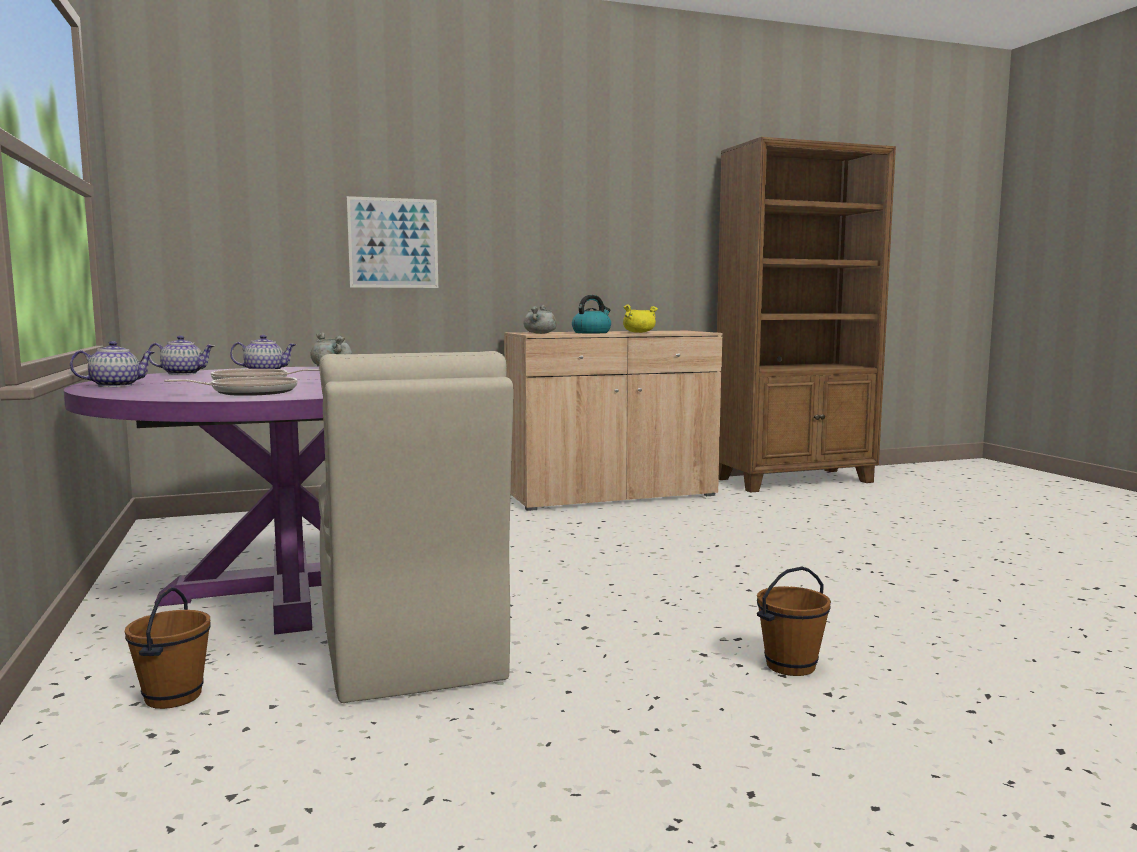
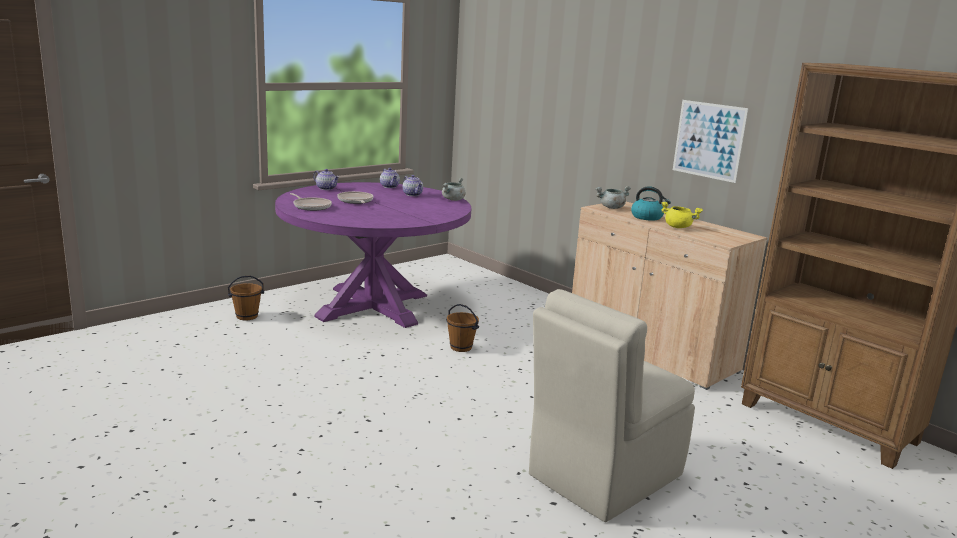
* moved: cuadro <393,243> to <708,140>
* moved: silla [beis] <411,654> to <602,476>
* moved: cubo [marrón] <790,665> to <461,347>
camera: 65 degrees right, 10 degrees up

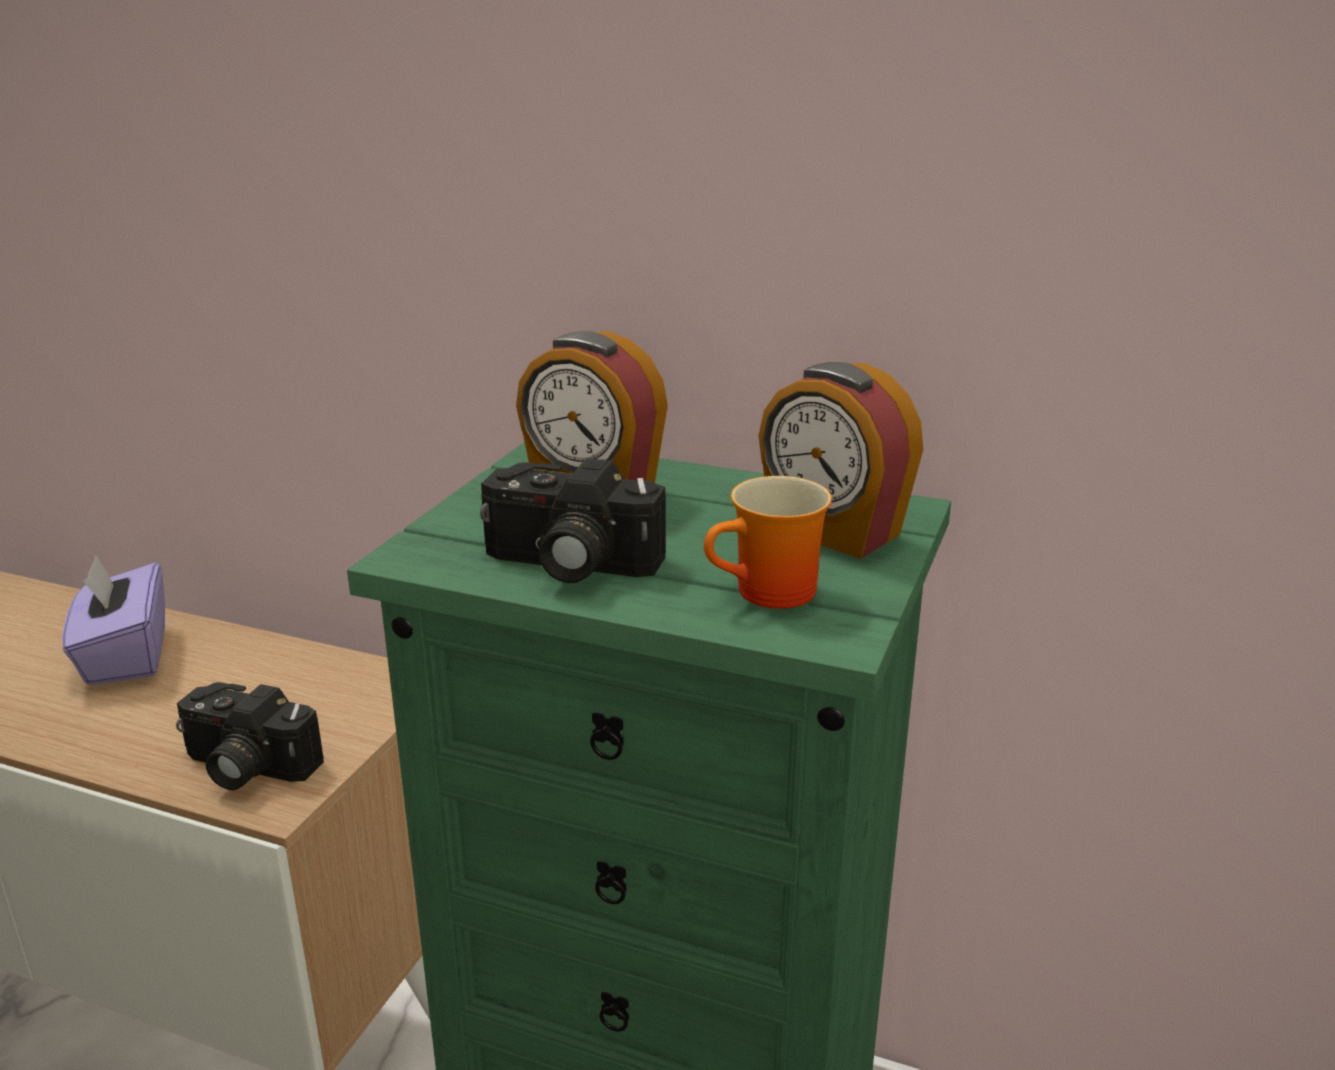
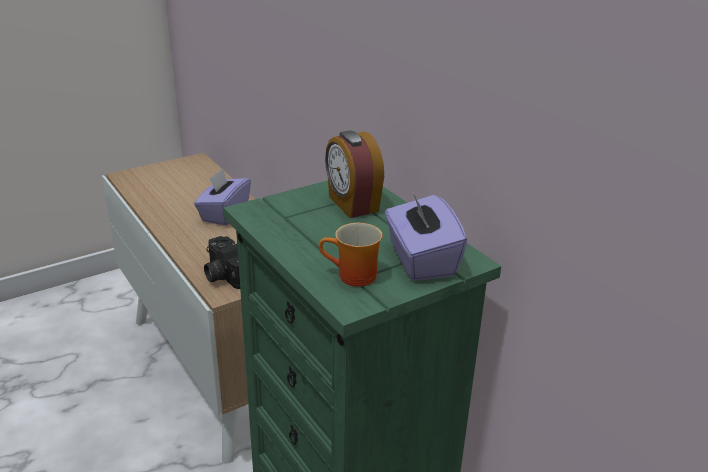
* replaced: despertador <832,532> to caja de pañuelos [morado] <420,260>
* removed: cámara <567,565>
camera: 35 degrees right, 5 degrees up

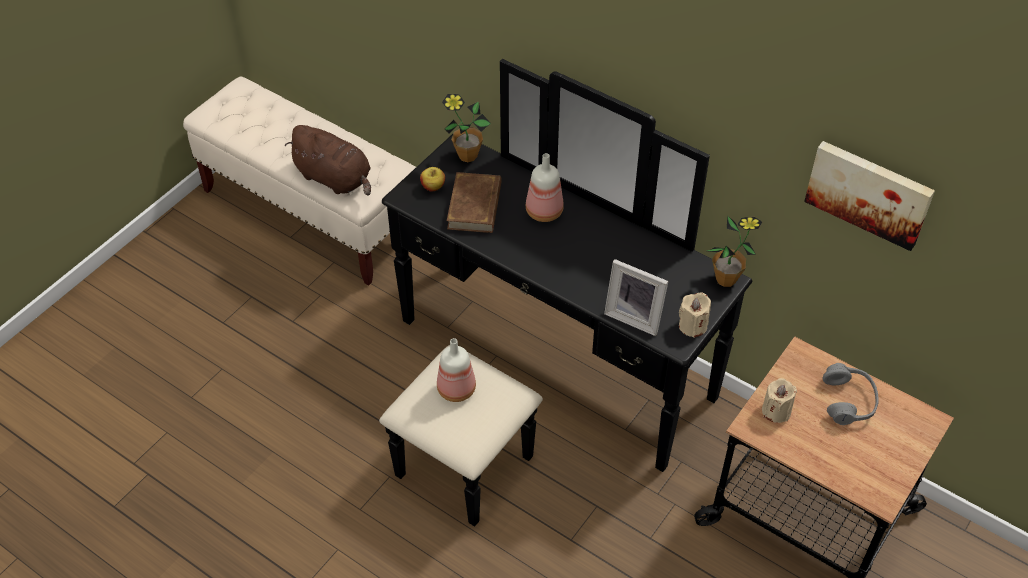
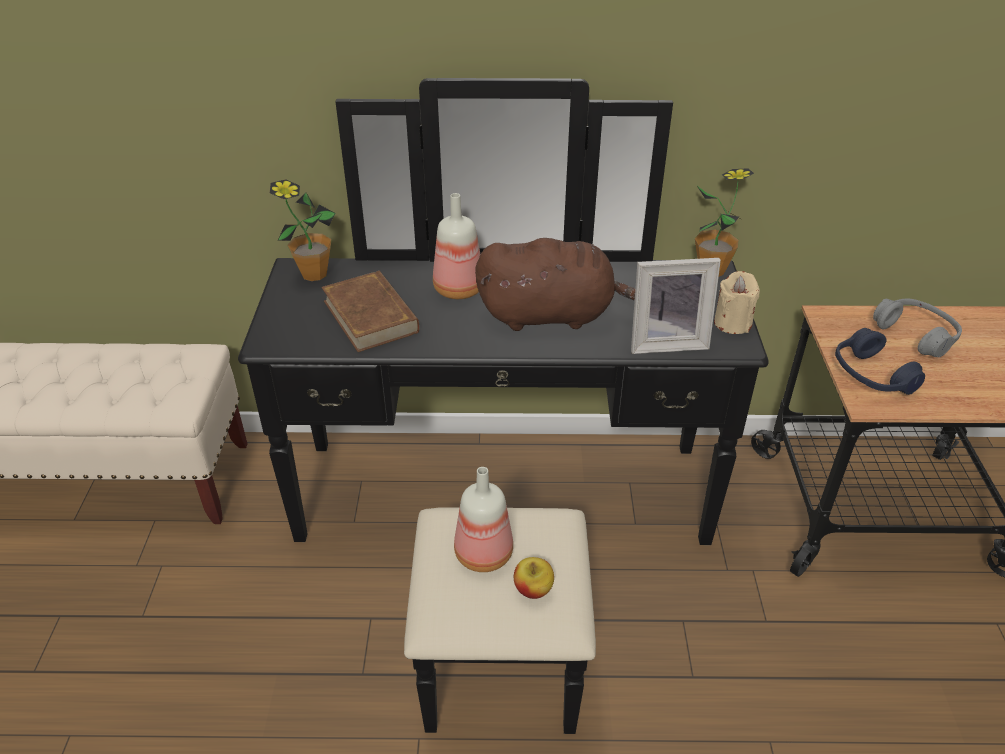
* moved: peluche [marrón] <335,179> to <551,315>
* removed: cuadro <869,192>
* moved: manzana <433,187> to <533,589>
* replaced: vela [beis] <776,411> to auriculares [azul] <871,376>
camera: 35 degrees left, 10 degrees down

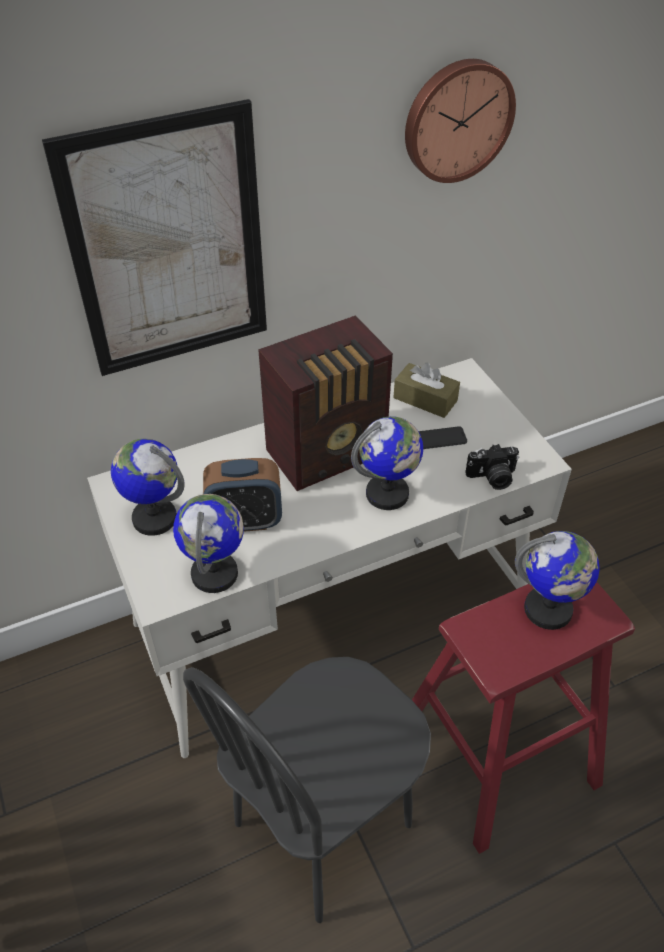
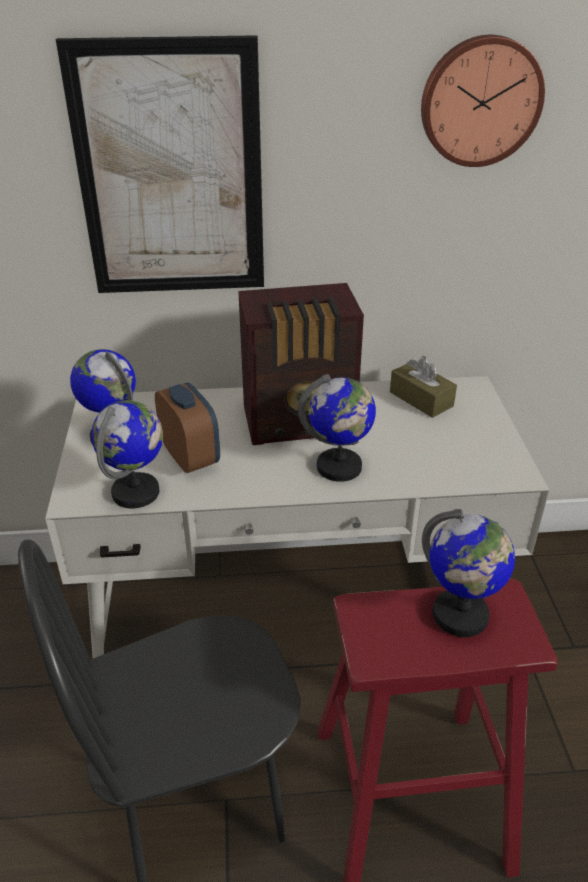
* removed: móvil <441,438>
* removed: cámara <492,478>
* turned: despertador <245,521> = <190,457> 135 degrees counterclockwise
camera: 20 degrees right, 10 degrees down

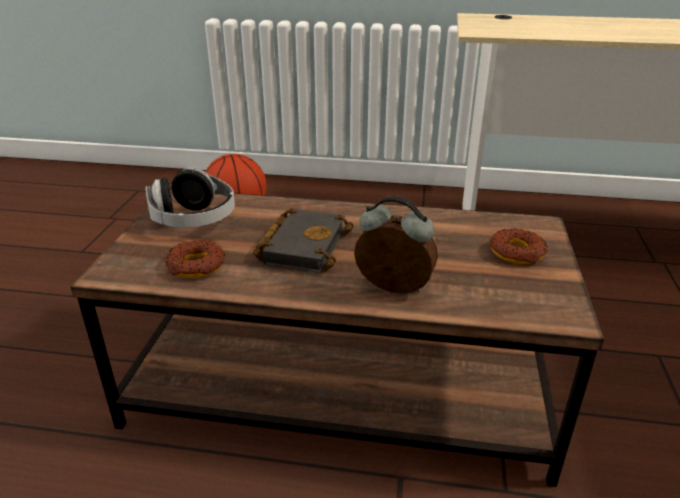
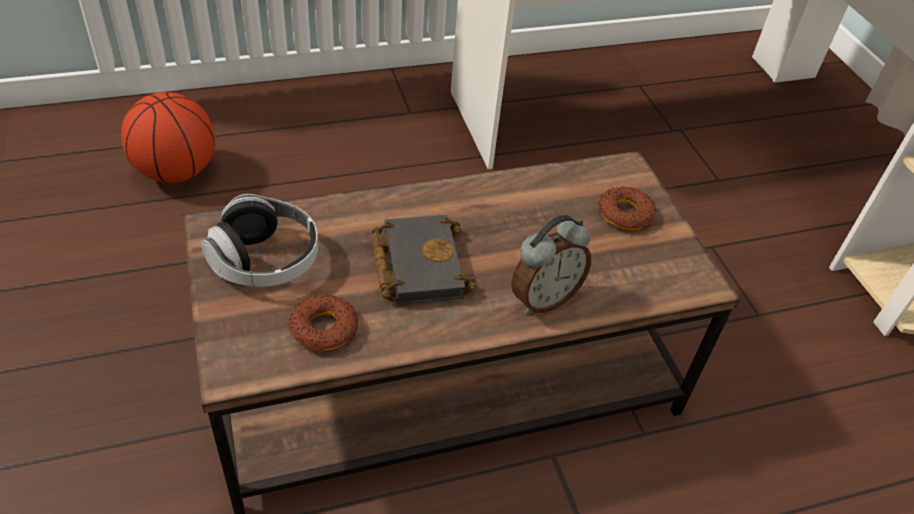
* turned: despertador <392,290> = <543,298> 150 degrees clockwise
camera: 30 degrees left, 15 degrees up

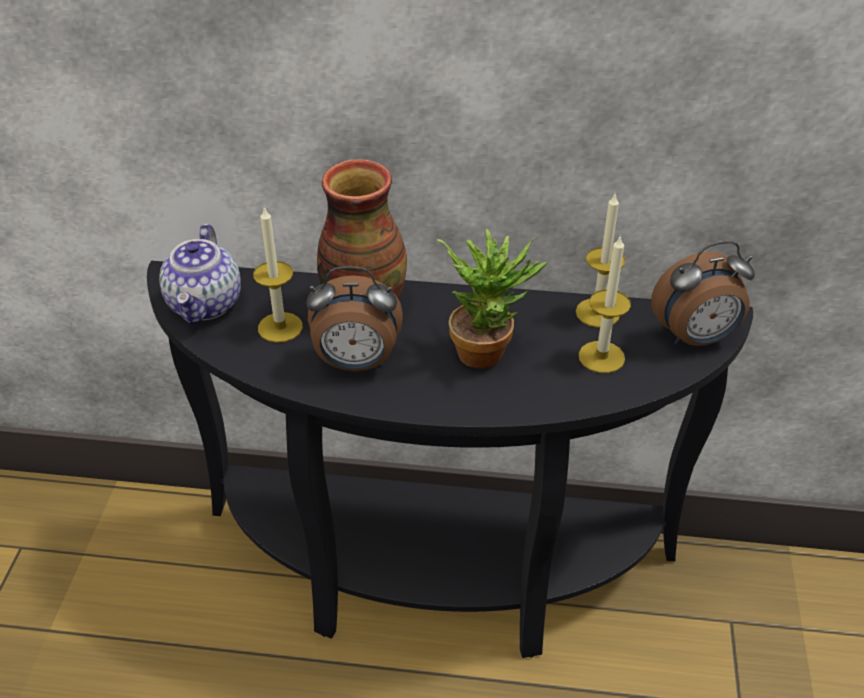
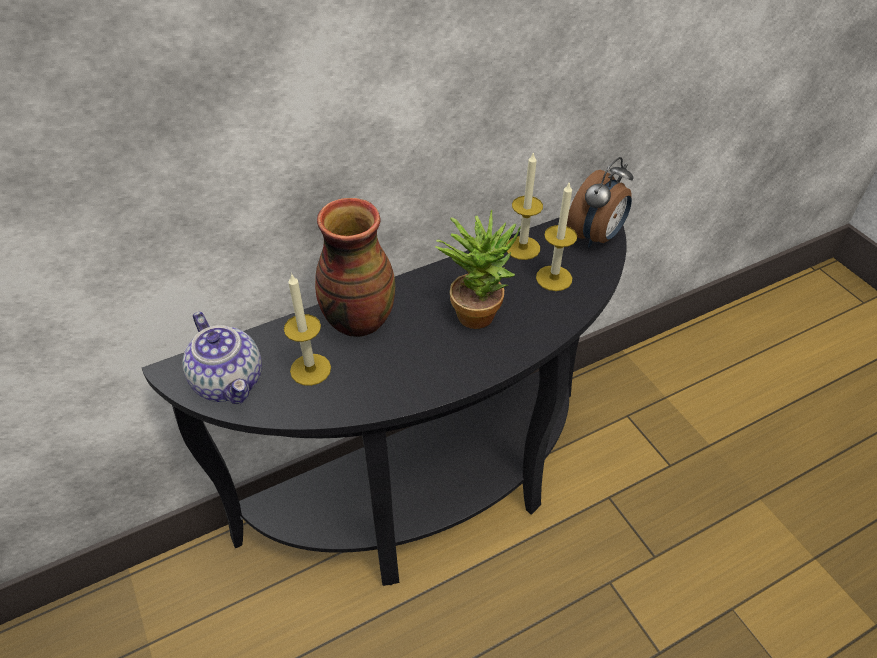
* removed: despertador <356,363>
camera: 35 degrees left, 5 degrees up

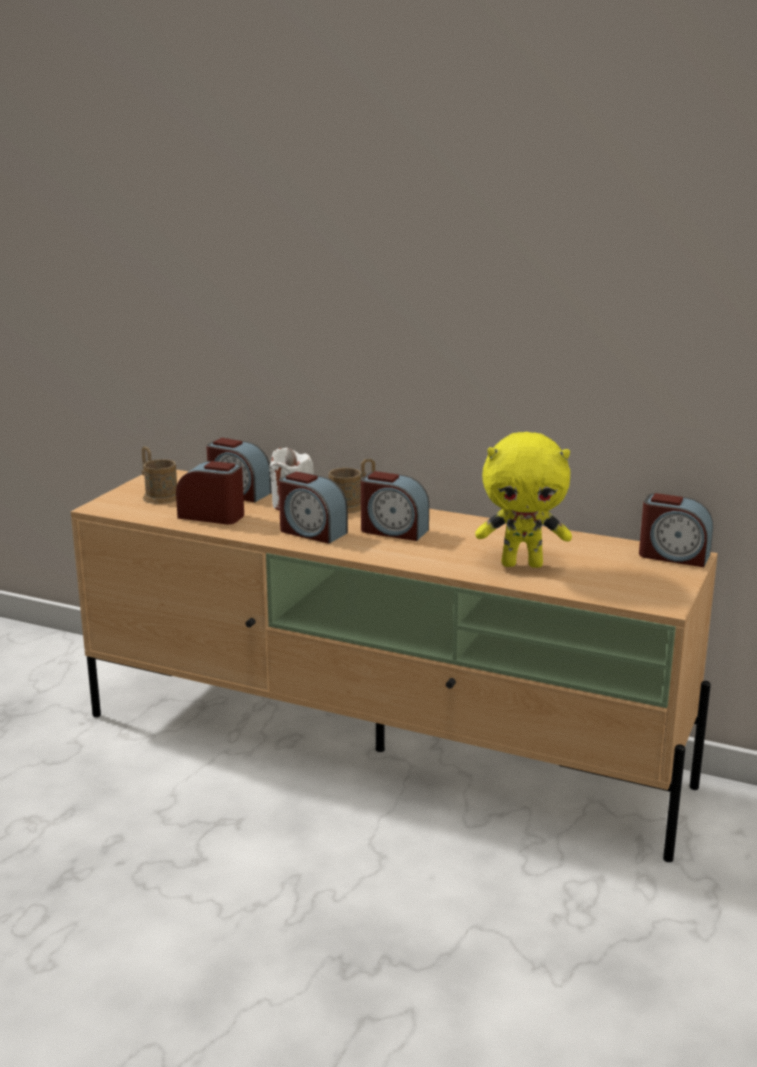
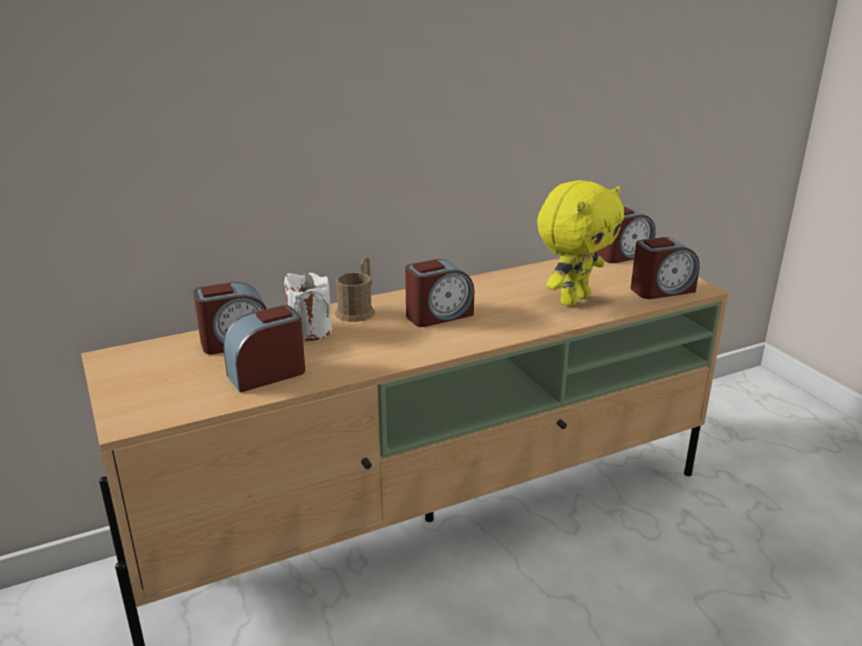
* removed: taza grande [marrón] <158,495>
* moved: despertador <312,532> to <661,290>
camera: 50 degrees left, 5 degrees up

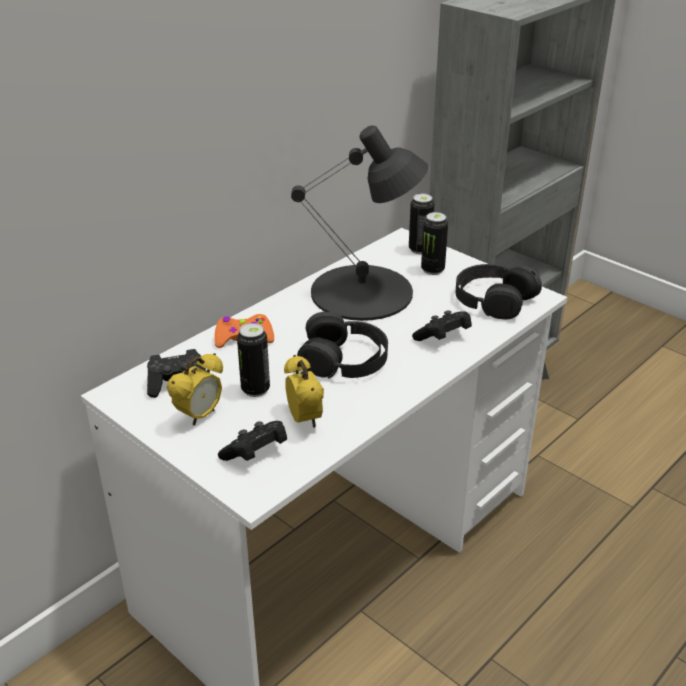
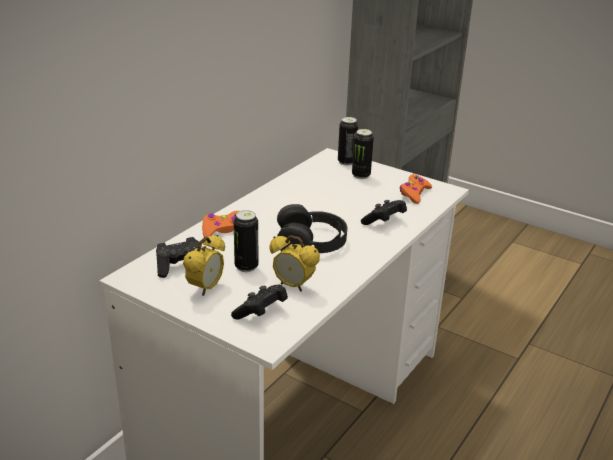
* removed: lámpara de mesa [negro] <363,293>
* replaced: auriculares [negro] <493,299> to mando de consola [naranja] <414,193>
* turned: despertador <304,420> = <293,286> 150 degrees clockwise
camera: 10 degrees left, 5 degrees down

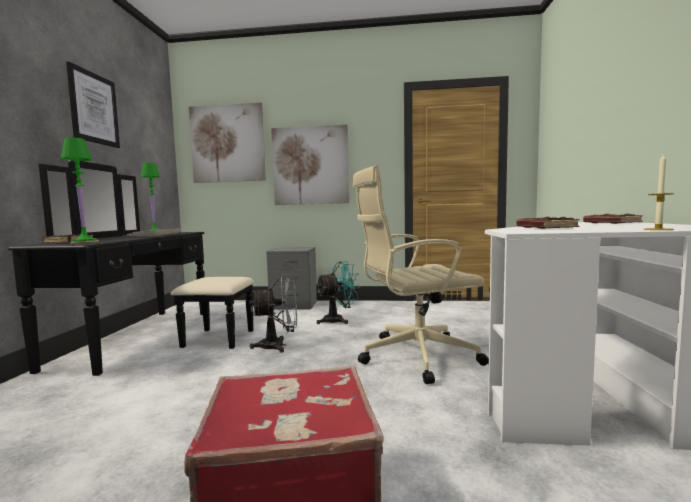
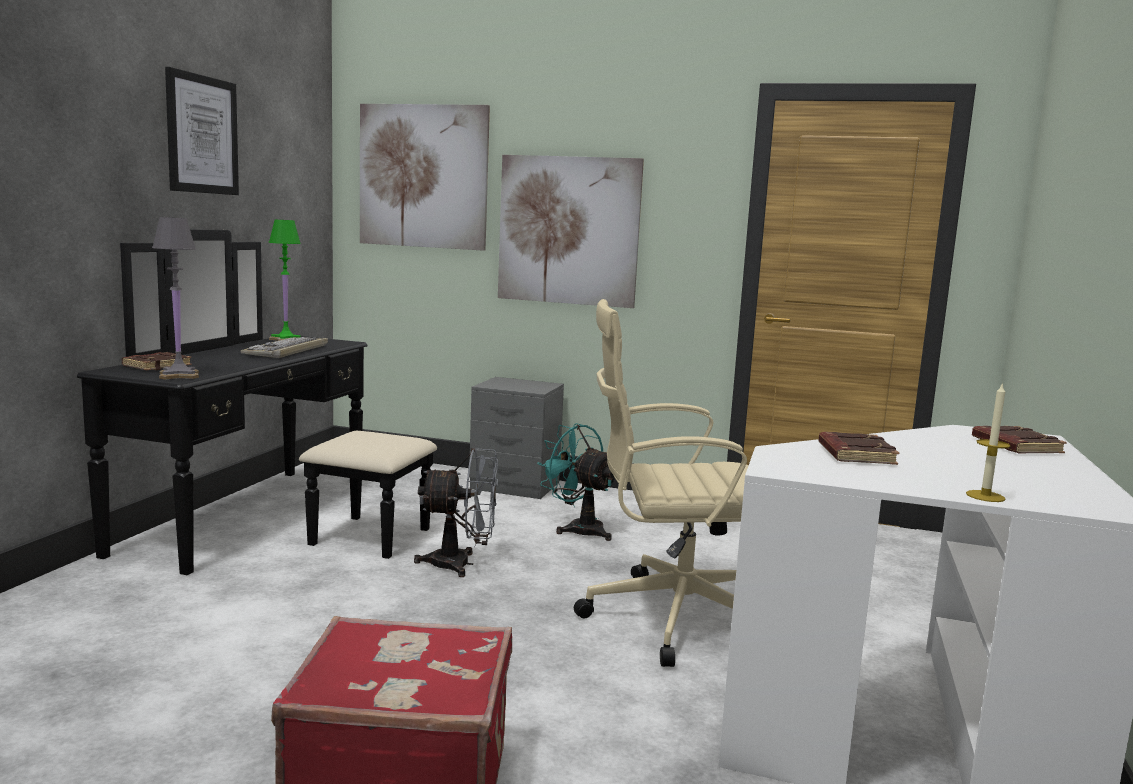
* recoloured: lámpara de mesa [verde] <85,243> to lámpara de mesa [gris] <179,375>
* turned: ventilador [turquesa] <338,320> = <579,528> 120 degrees counterclockwise
camera: 10 degrees right, 5 degrees up

